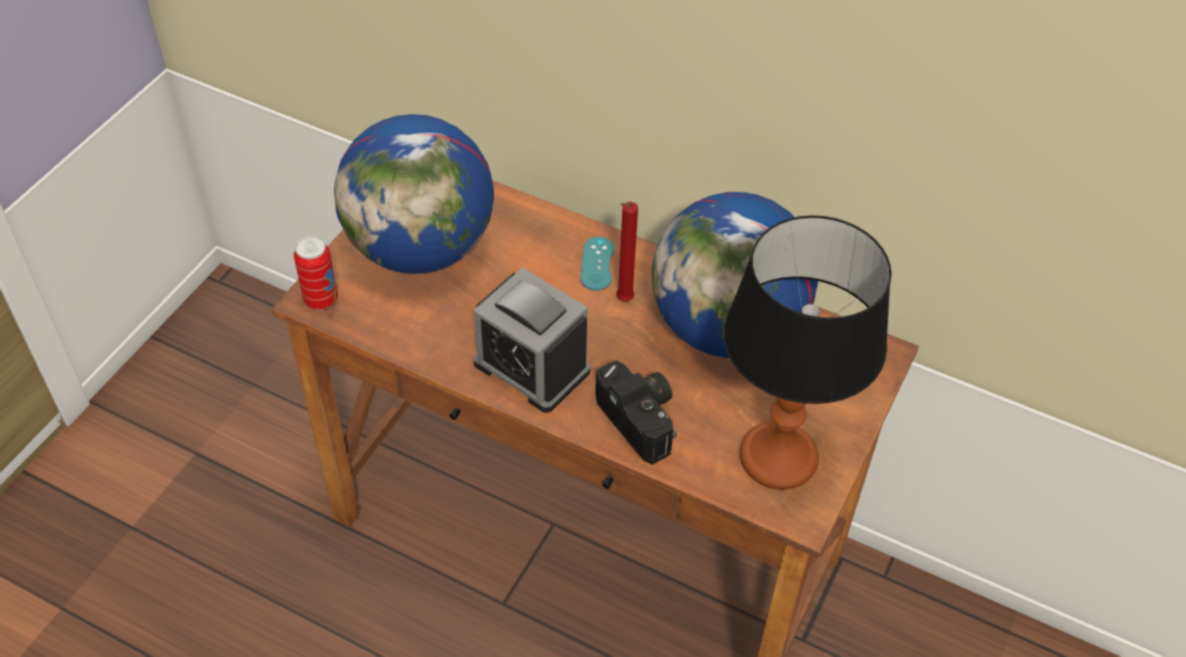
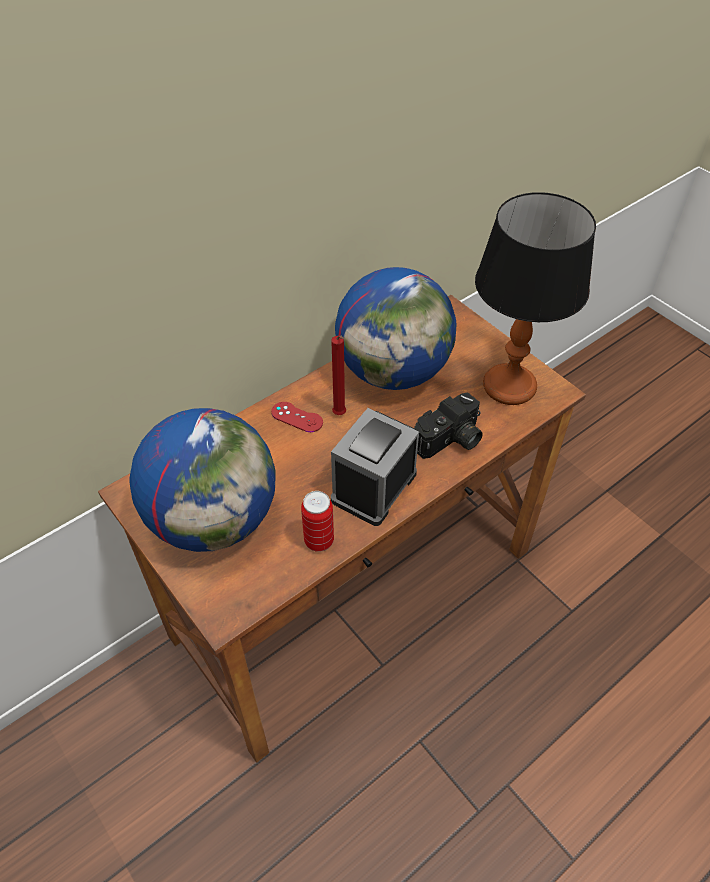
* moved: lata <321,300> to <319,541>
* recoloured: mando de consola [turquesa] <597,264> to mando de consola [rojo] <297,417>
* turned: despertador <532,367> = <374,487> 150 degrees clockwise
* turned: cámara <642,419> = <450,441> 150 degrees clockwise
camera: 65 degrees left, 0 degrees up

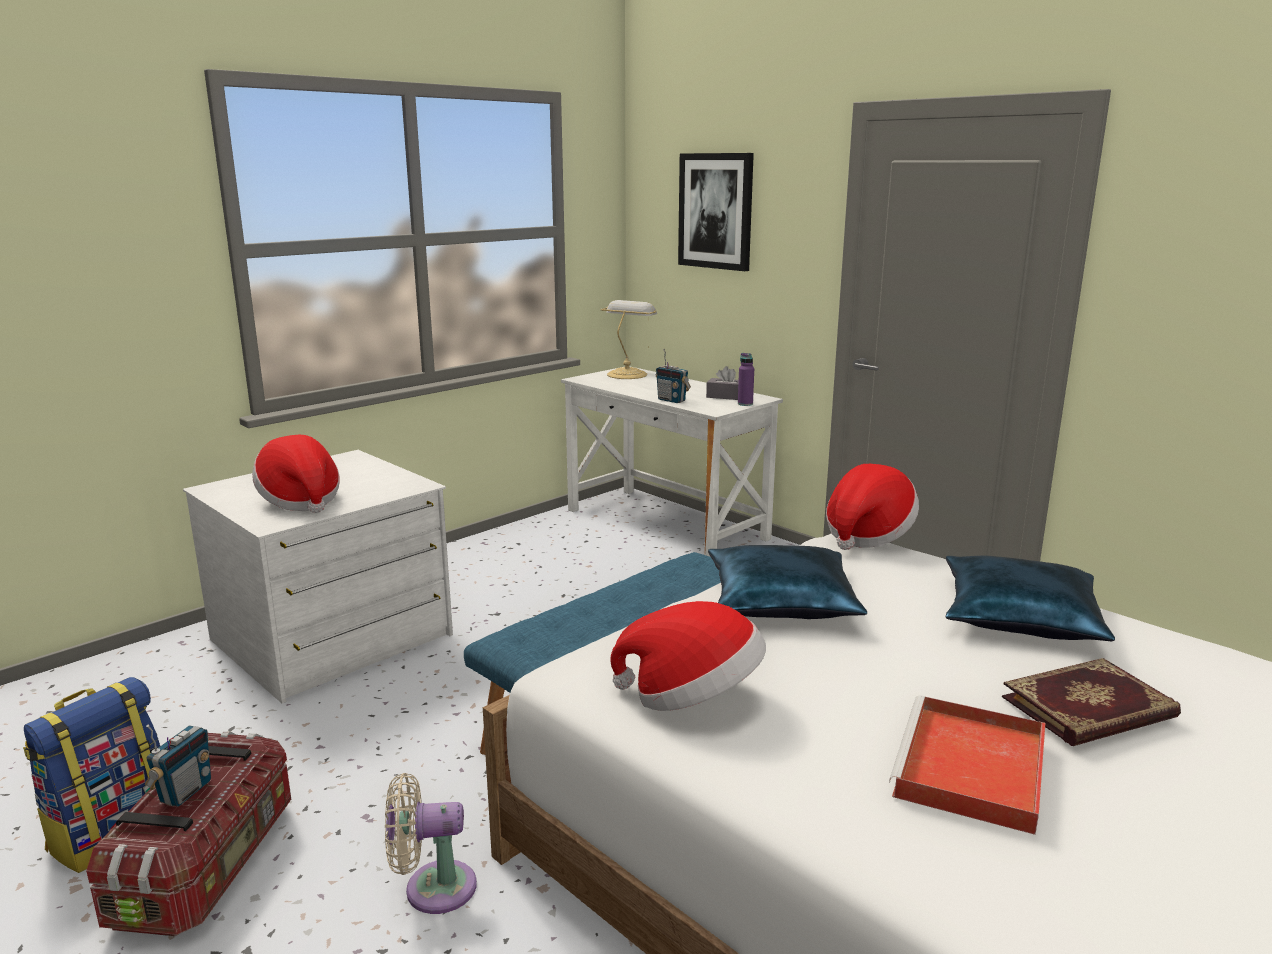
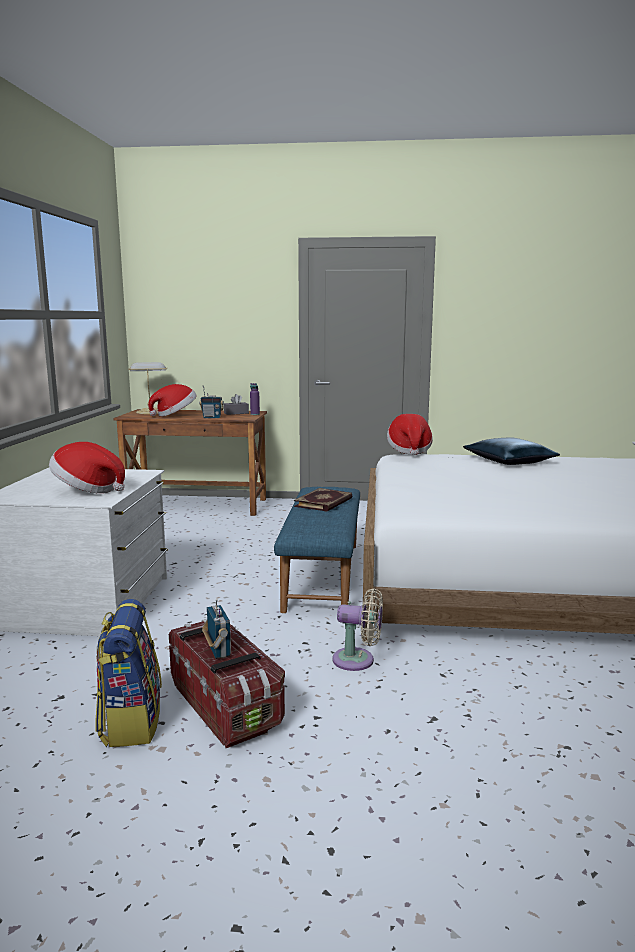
* removed: cuadro <716,211>
* recoloured: escritorio [blanco] <666,524> to escritorio [marrón] <197,505>
* removed: cojín [azul] <781,601>
* moved: sombrero <692,697> to <175,415>
* moved: libro <1090,709> to <324,502>
* removed: bandeja [rojo] <971,770>
* turned: ventilador [beis] <432,888> = <358,660> 120 degrees counterclockwise
camera: 40 degrees left, 5 degrees down

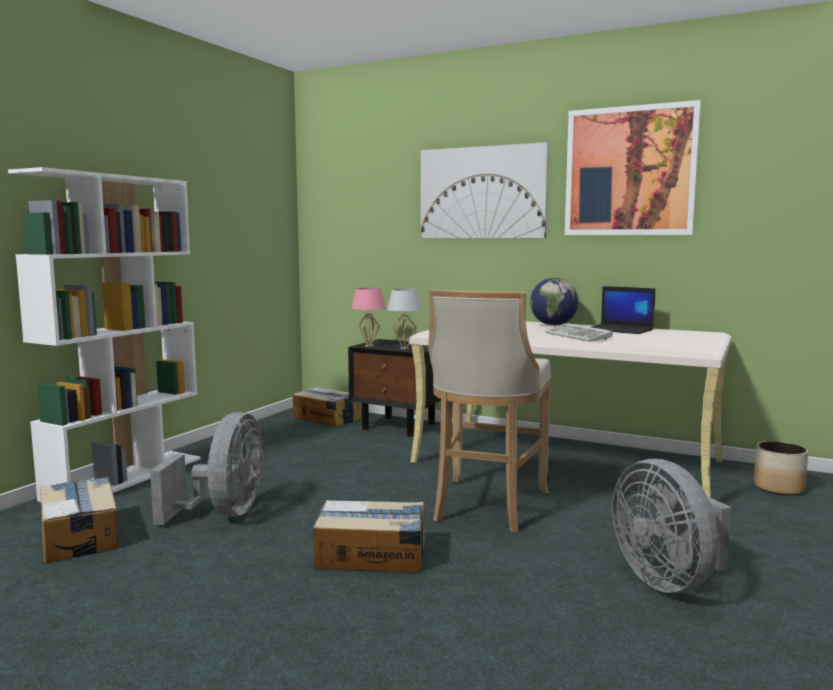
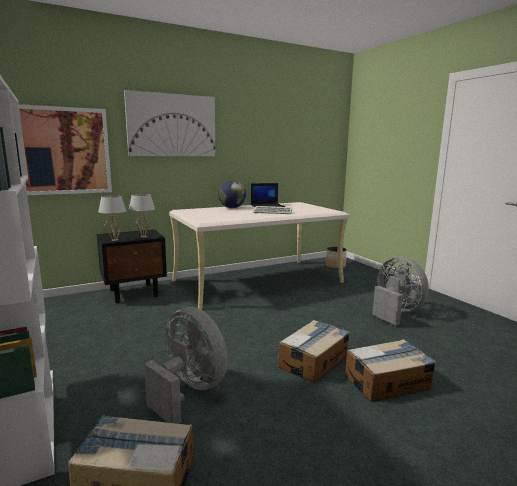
* moved: cuadro <629,171> to <63,151>
* recoloured: lámpara de mesa [rosa] <369,346> to lámpara de mesa [blanco] <114,240>
* removed: taburete [beis] <486,507>
* moved: caja de cartón <327,418> to <388,381>
* turned: ventilador [gris] <668,580> = <395,312> 135 degrees counterclockwise
camera: 55 degrees left, 5 degrees up

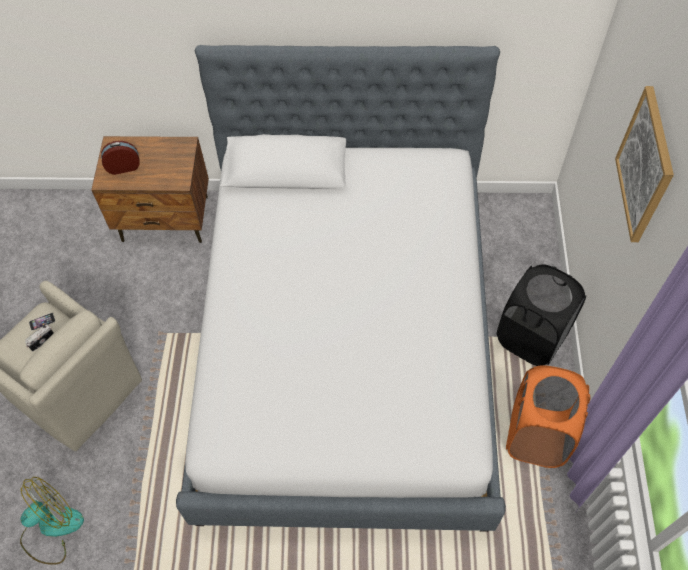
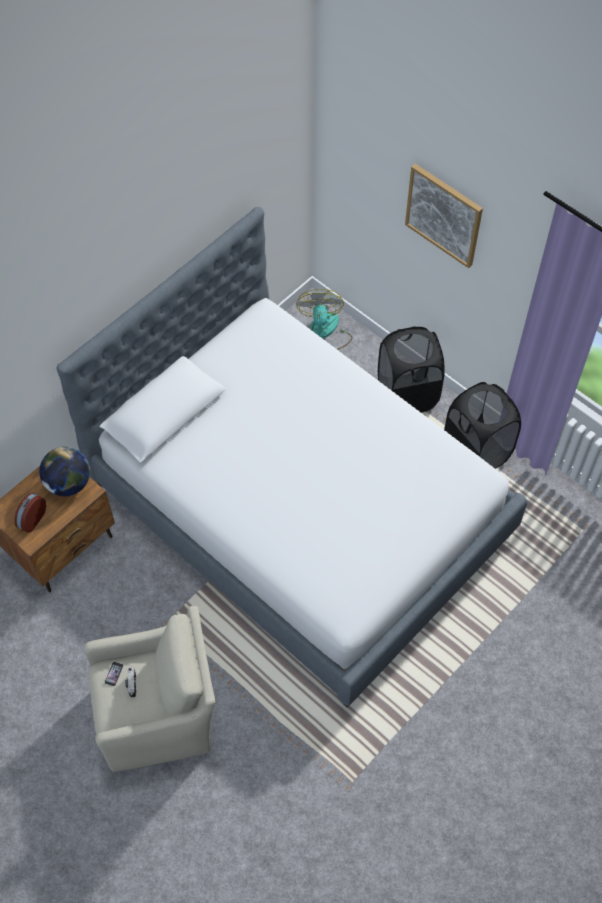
* recoloured: cesto de la ropa [naranja] <536,436> to cesto de la ropa [negro] <476,452>
* moved: ventilador <51,528> to <325,332>
* added: globo terráqueo <68,483>
camera: 50 degrees left, 0 degrees up

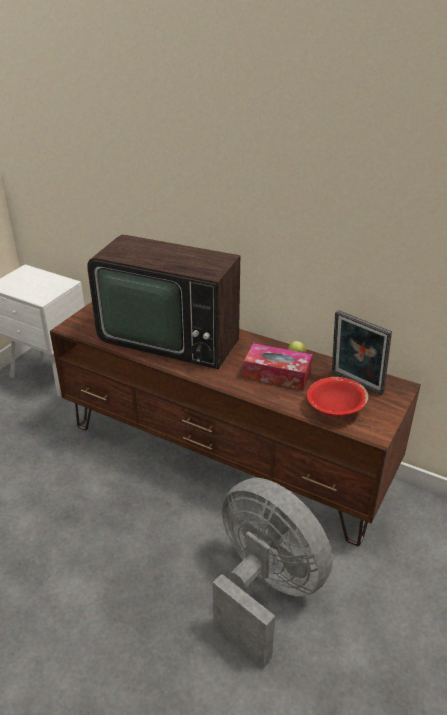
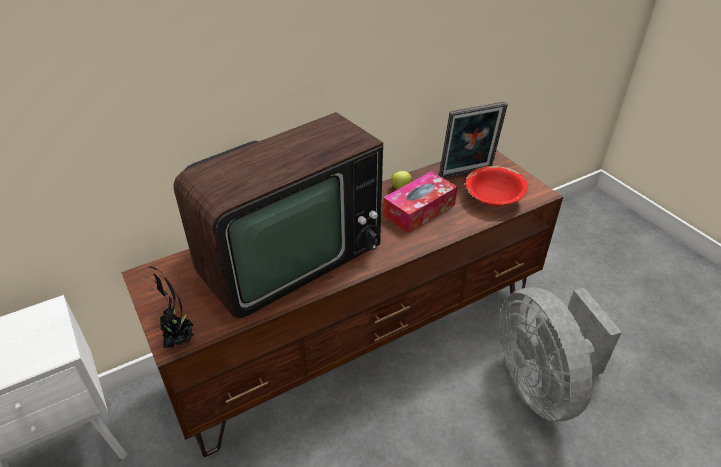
* turned: ventilador [gris] <265,590> = <541,383> 90 degrees counterclockwise
* added: planta en maceta <179,339>
camera: 60 degrees left, 5 degrees up

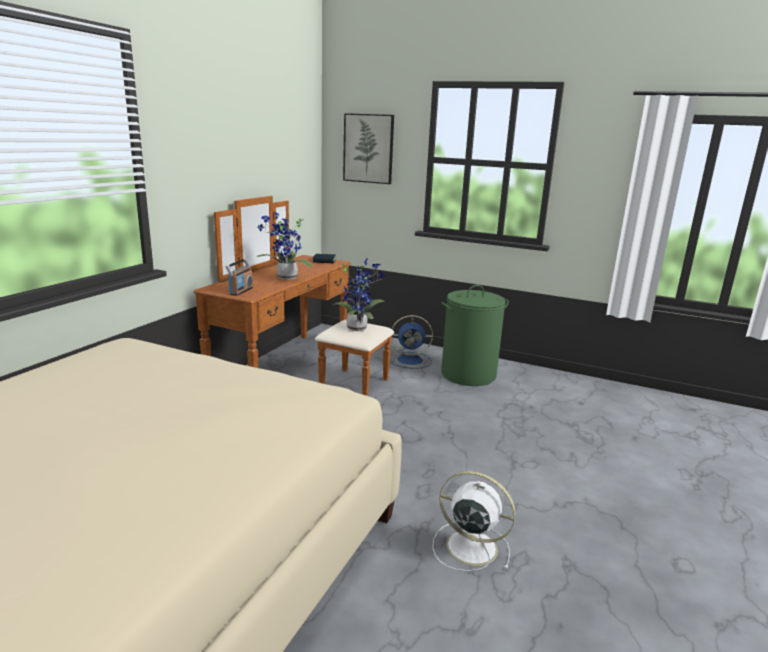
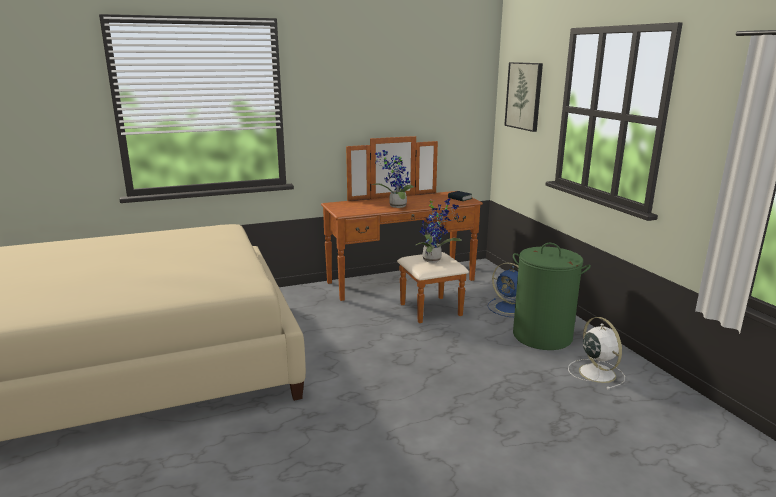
* removed: radio <241,291>
* moved: ventilador [blanco] <469,546> to <596,372>
camera: 45 degrees right, 0 degrees up

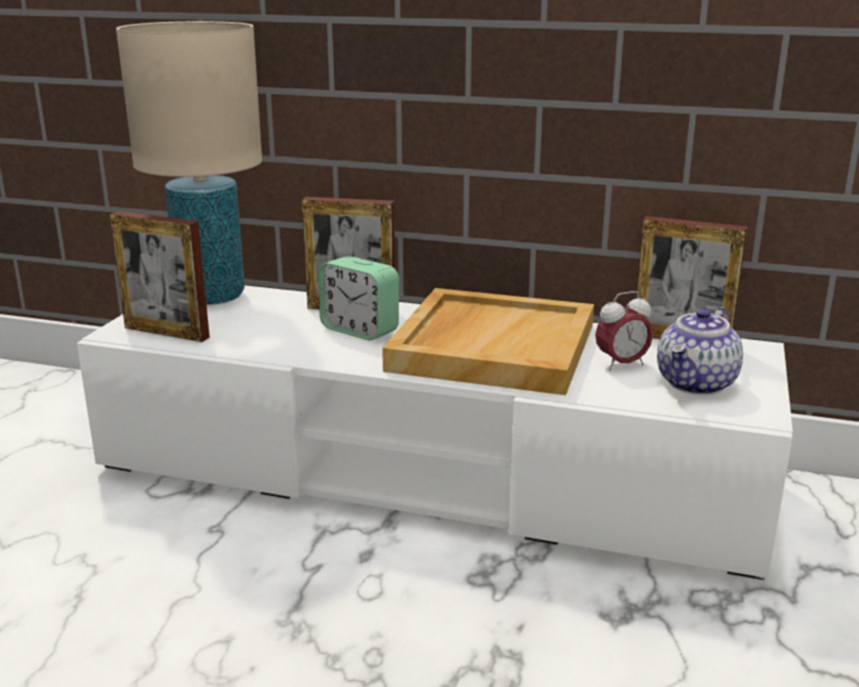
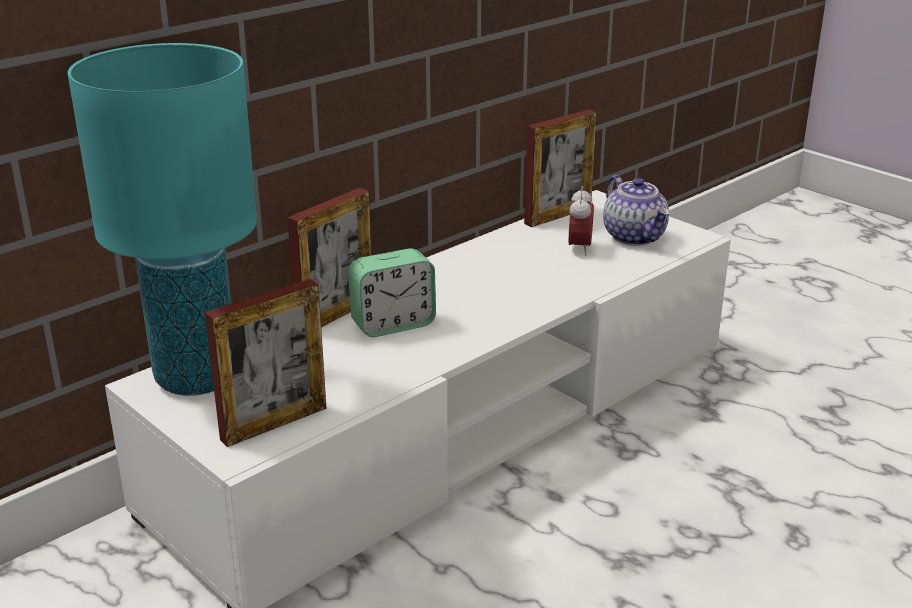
* recoloured: lámpara de mesa [beis] <210,296> to lámpara de mesa [turquesa] <196,378>
* removed: bandeja [beis] <492,346>
camera: 60 degrees left, 5 degrees up

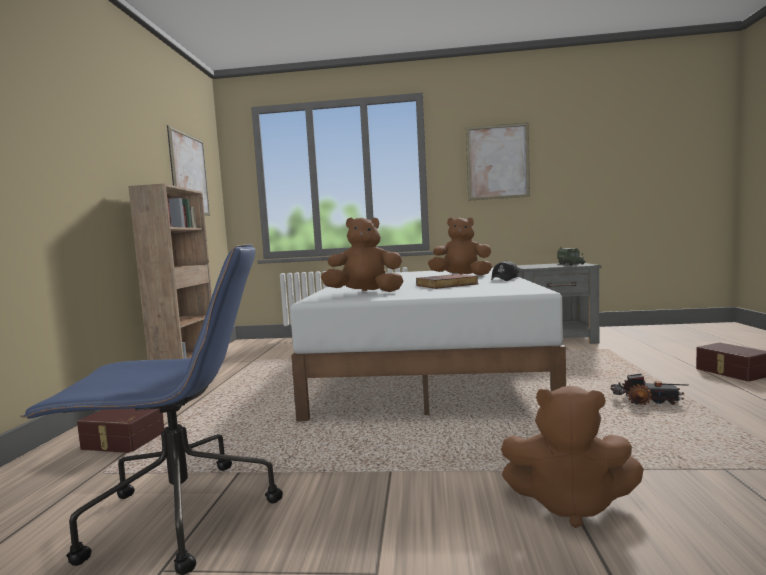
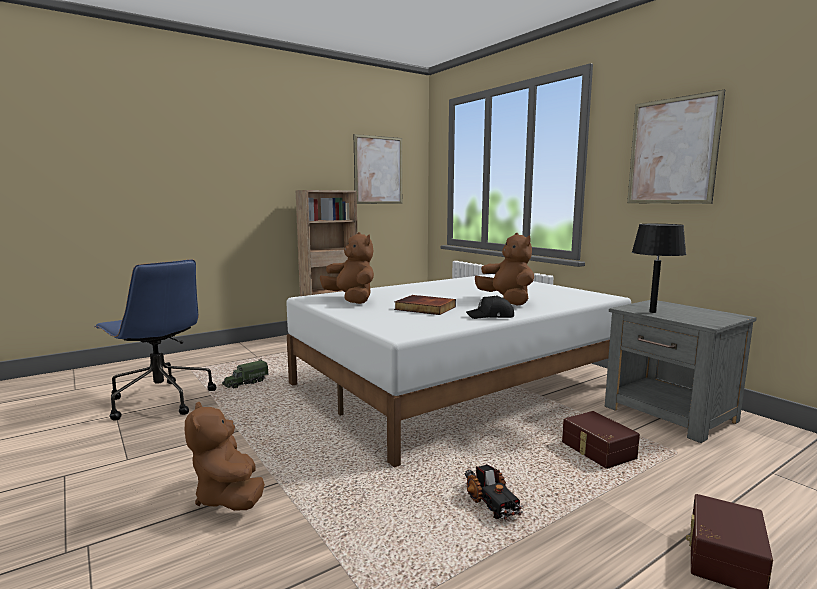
* moved: camión de juguete <571,264> to <245,383>
* moved: caja de almacenaje [marrón] <122,441> to <597,451>
* added: lámpara de mesa [negro] <652,312>
camera: 50 degrees right, 5 degrees up

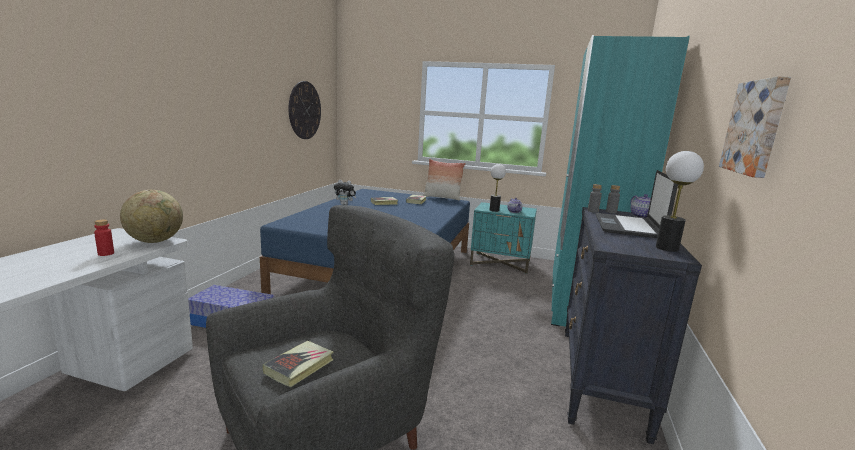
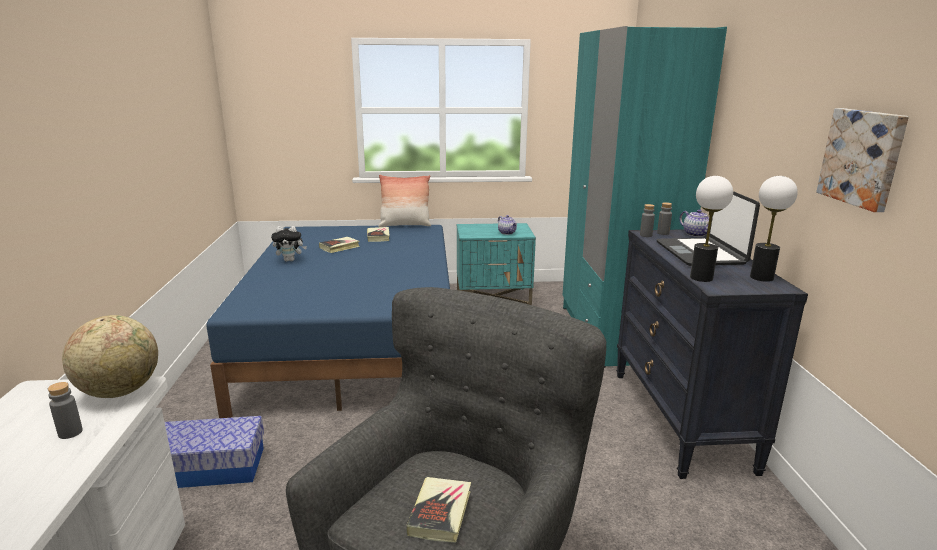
* removed: reloj de pared <304,110>
* moved: lámpara de mesa <494,210> to <701,278>
* recoloured: botella [rojo] <106,253> to botella [gris] <70,432>
camera: 20 degrees left, 5 degrees up

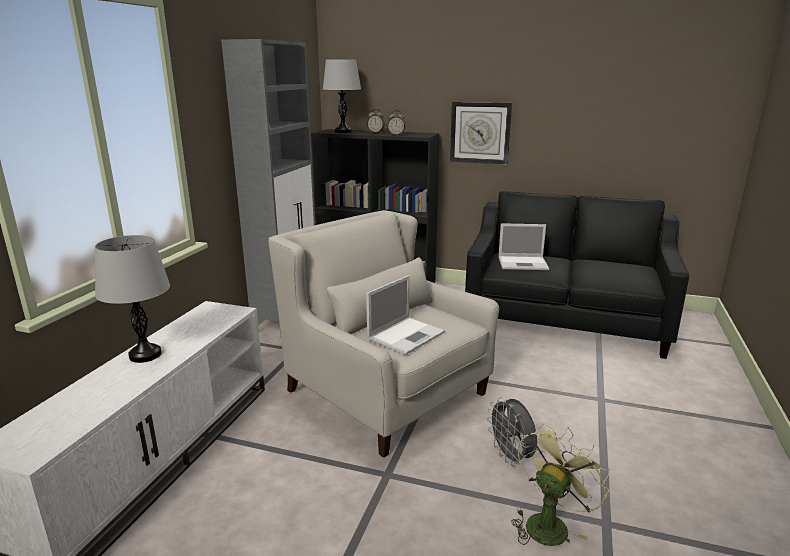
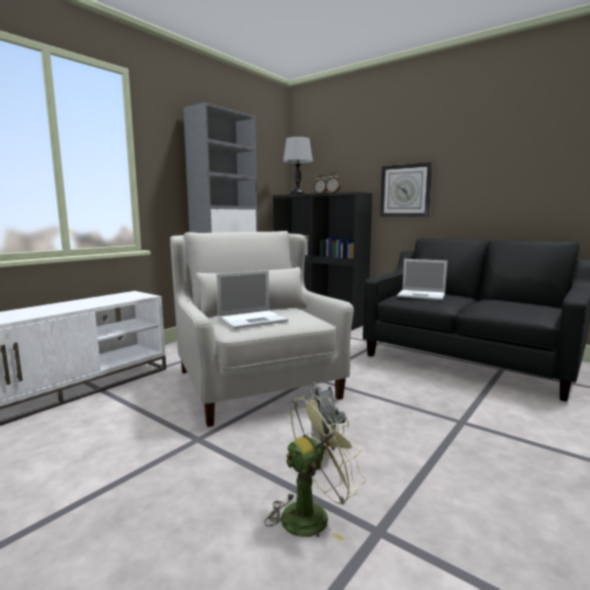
* removed: lámpara de mesa [gris] <145,355>
camera: 20 degrees right, 10 degrees down

